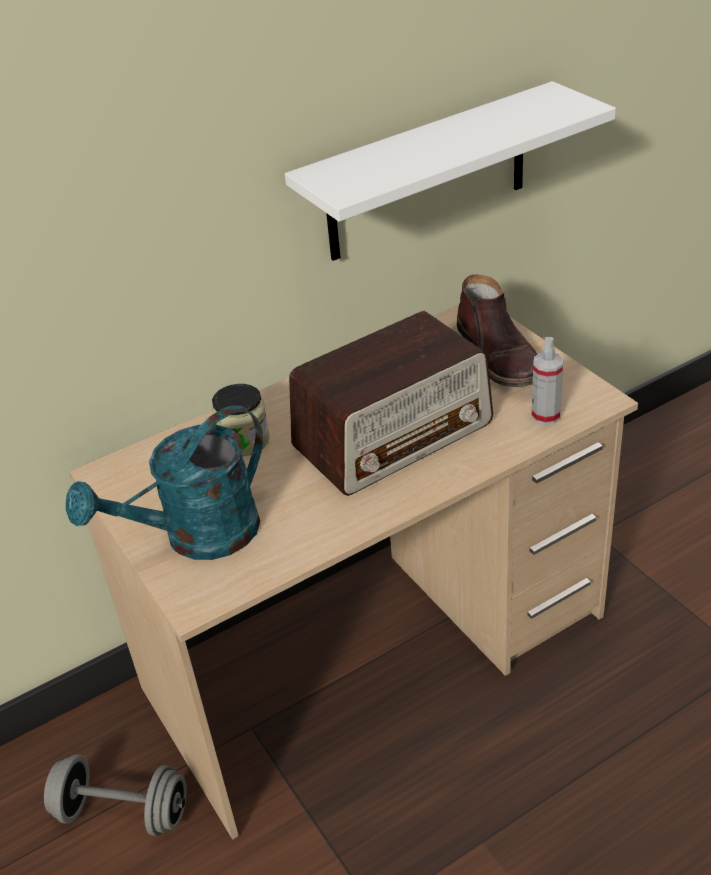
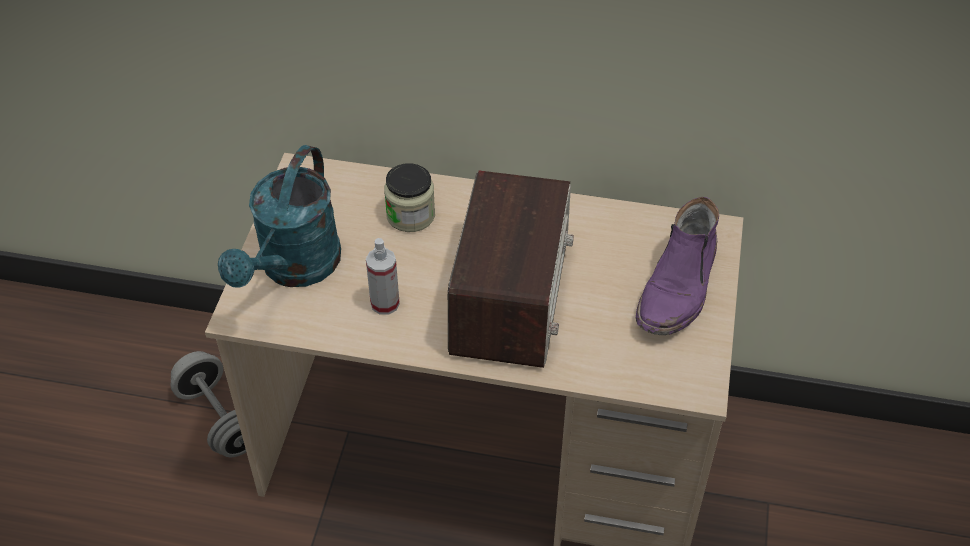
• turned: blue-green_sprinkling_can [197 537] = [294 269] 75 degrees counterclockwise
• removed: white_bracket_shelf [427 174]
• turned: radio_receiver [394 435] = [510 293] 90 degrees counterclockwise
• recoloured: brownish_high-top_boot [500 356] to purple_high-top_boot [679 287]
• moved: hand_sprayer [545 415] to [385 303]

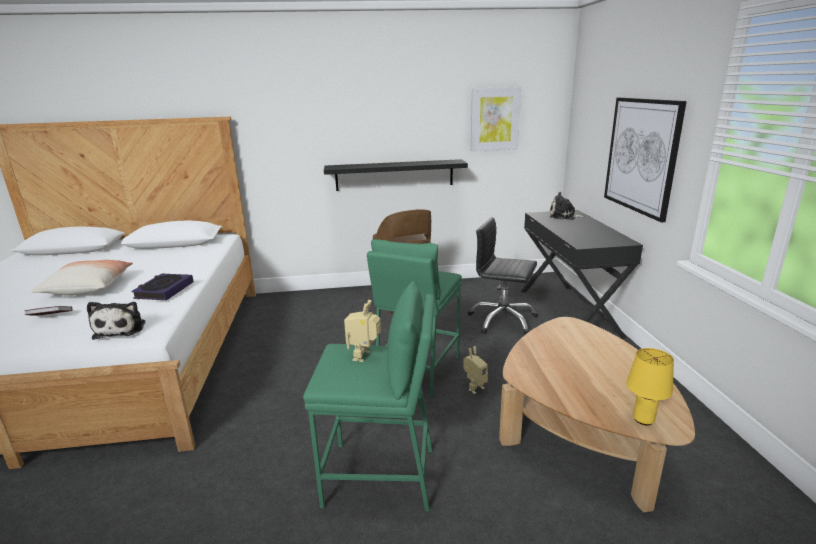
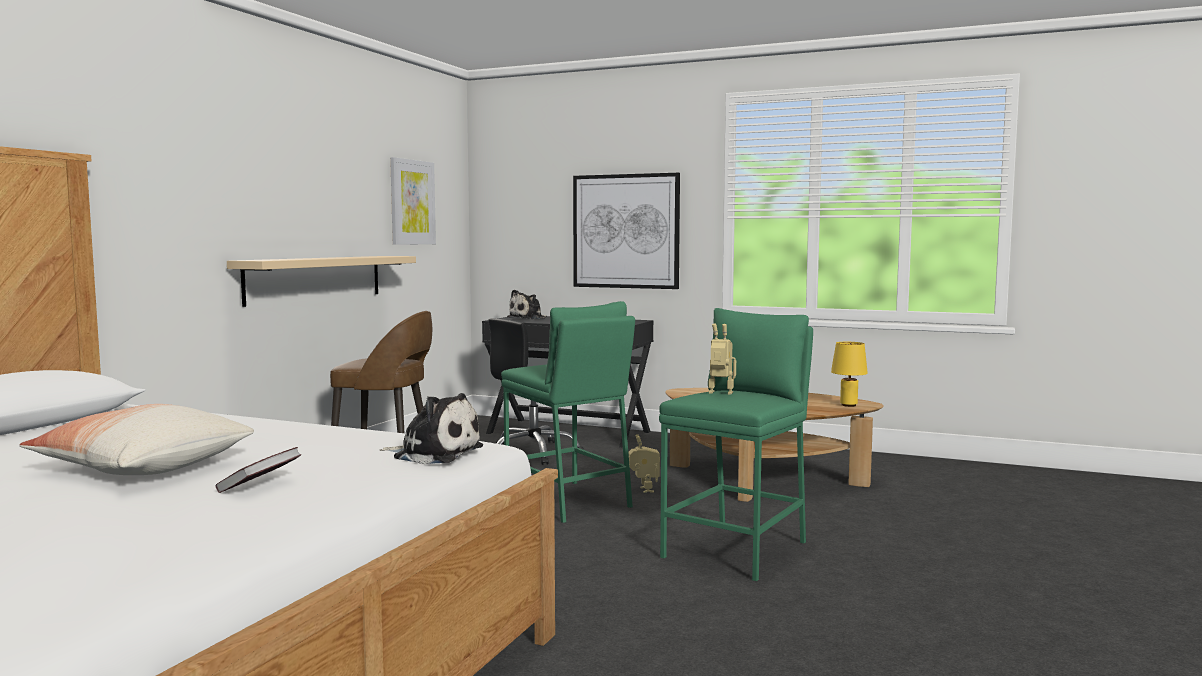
• removed: bound_book [164 290]
• recoloured: blackish_bracket_shelf [394 175] to sand-coloured_bracket_shelf [315 278]
• turned: robot_figure [364 356] = [720 393] 150 degrees clockwise

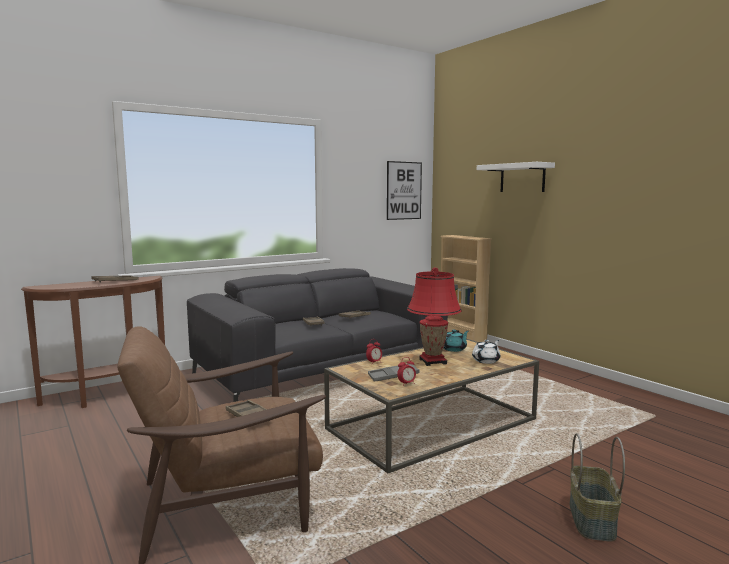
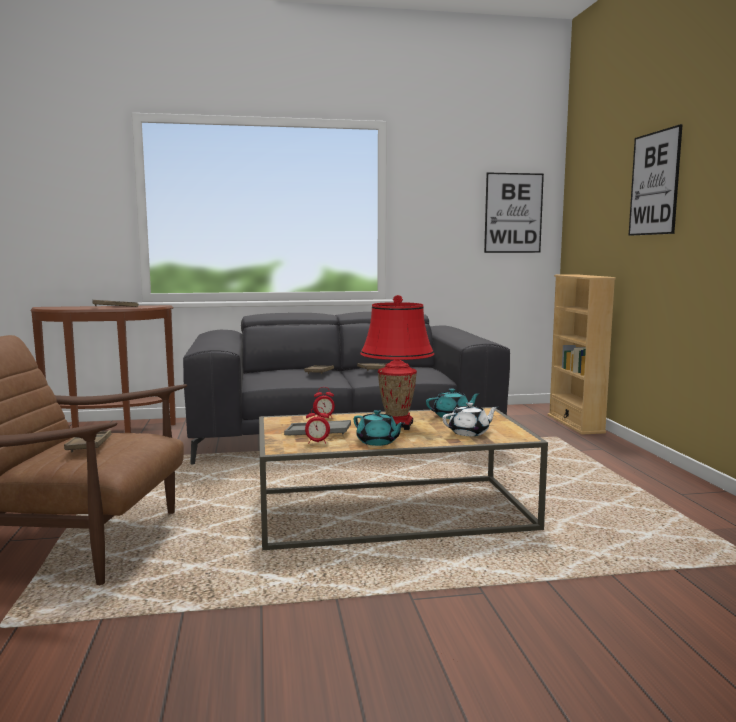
• replaced: white_bracket_shelf [522 178] to wall_picture [654 183]
• removed: household_basket [590 519]
• added: blue-green_teapot [378 442]

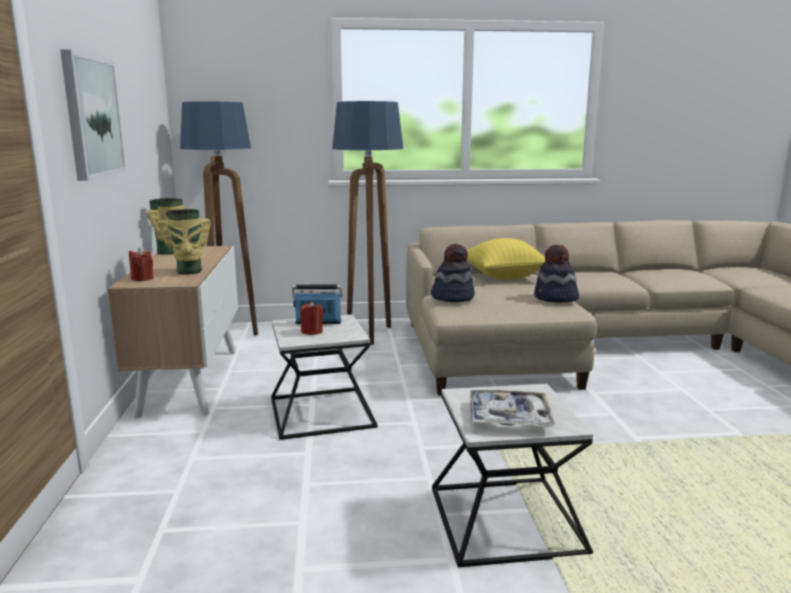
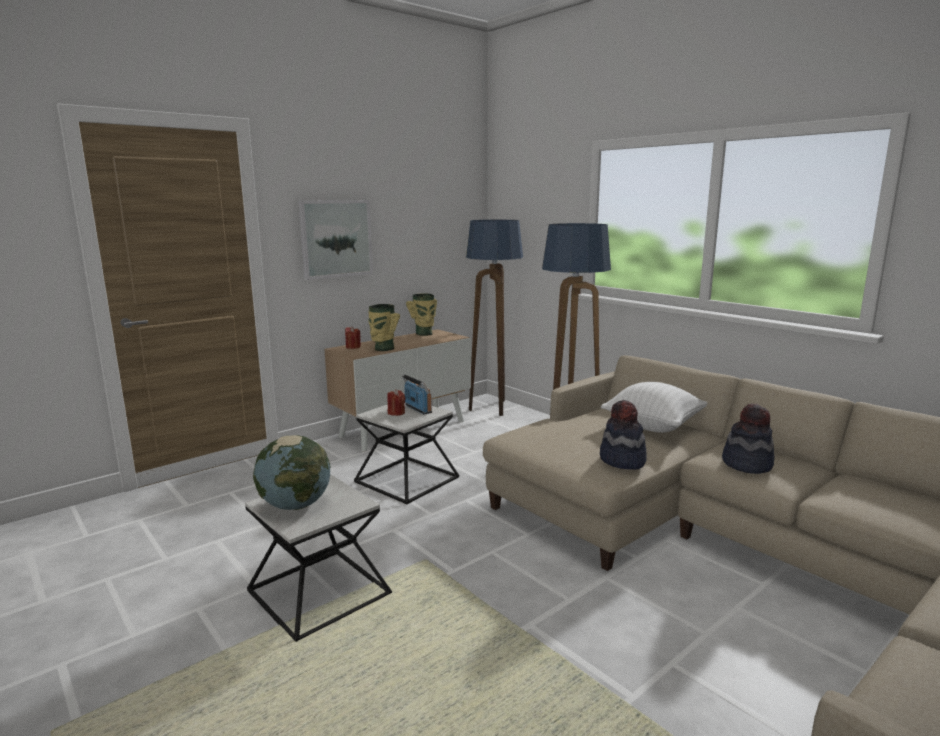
• moved: clothing_hat [453 297] to [747 464]
• recoloured: yellowish_throw_pillow [503 277] to white_throw_pillow [653 426]
• replaced: serving_tray [509 417] to globe [296 505]

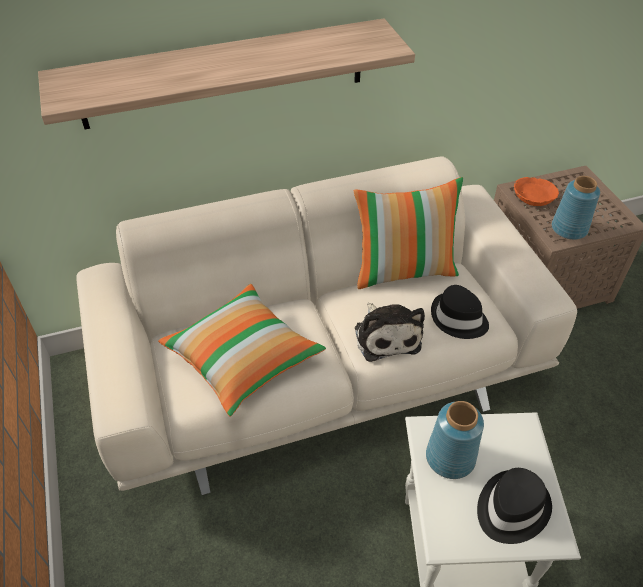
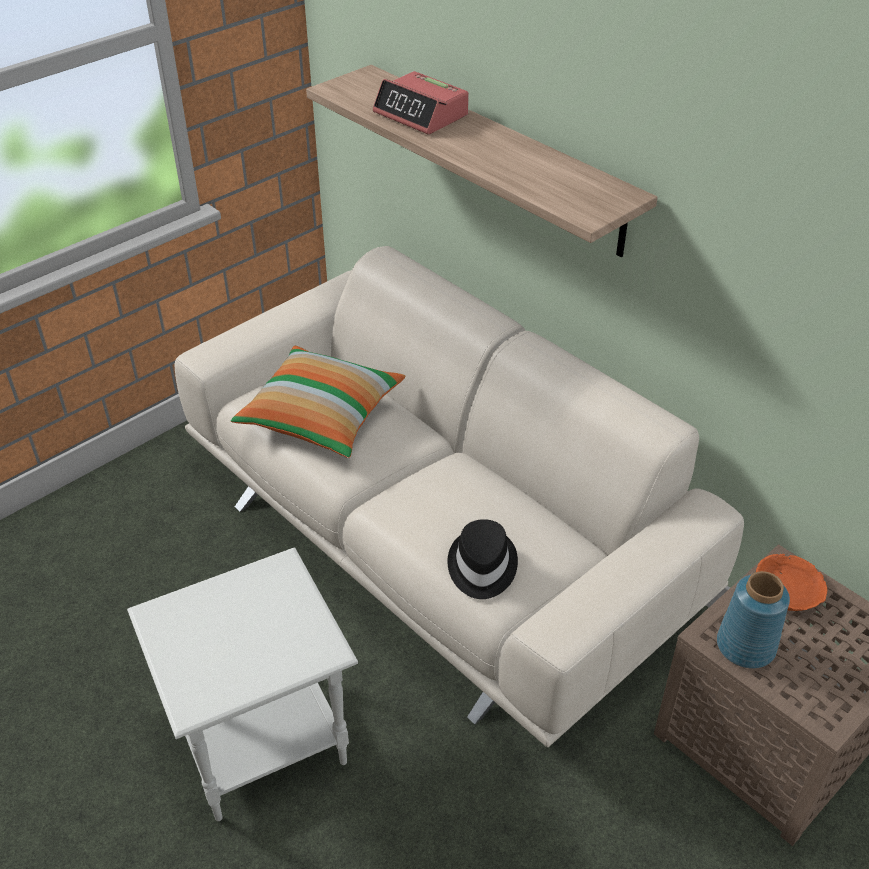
• removed: throw_pillow [404 270]
• removed: plush_toy [386 335]
• removed: blue_decorative_vase [450 458]
• removed: blackish_clothing_hat [511 508]
• added: bedside_clock [421 114]

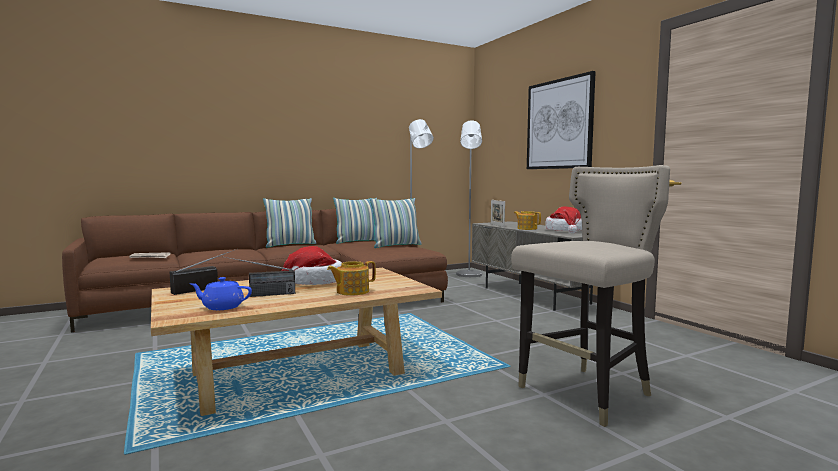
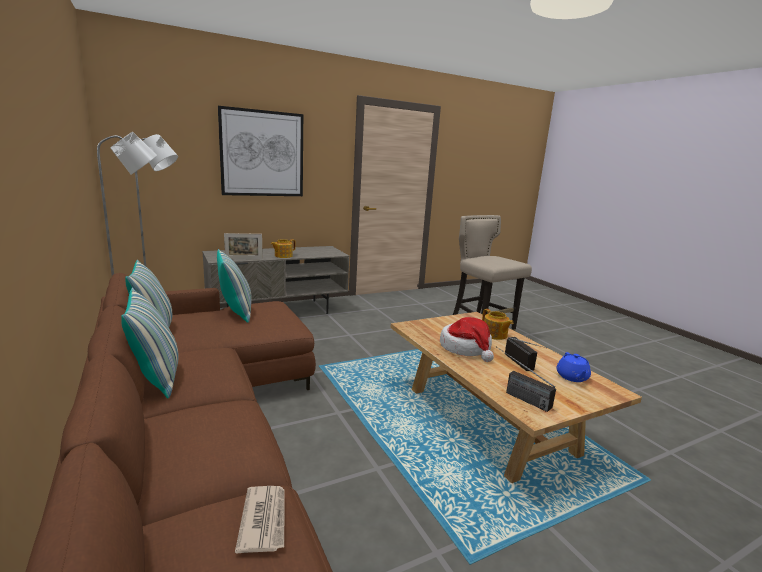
• removed: clothing_hat [565 230]

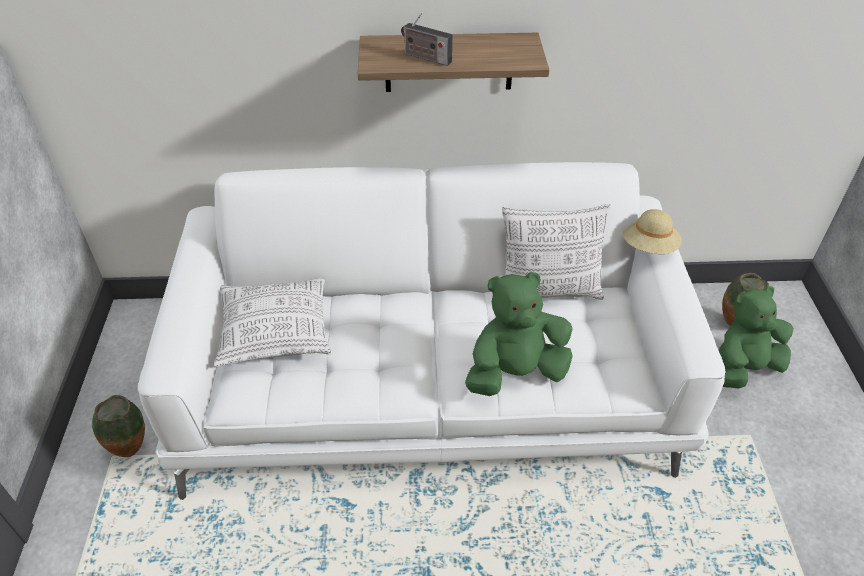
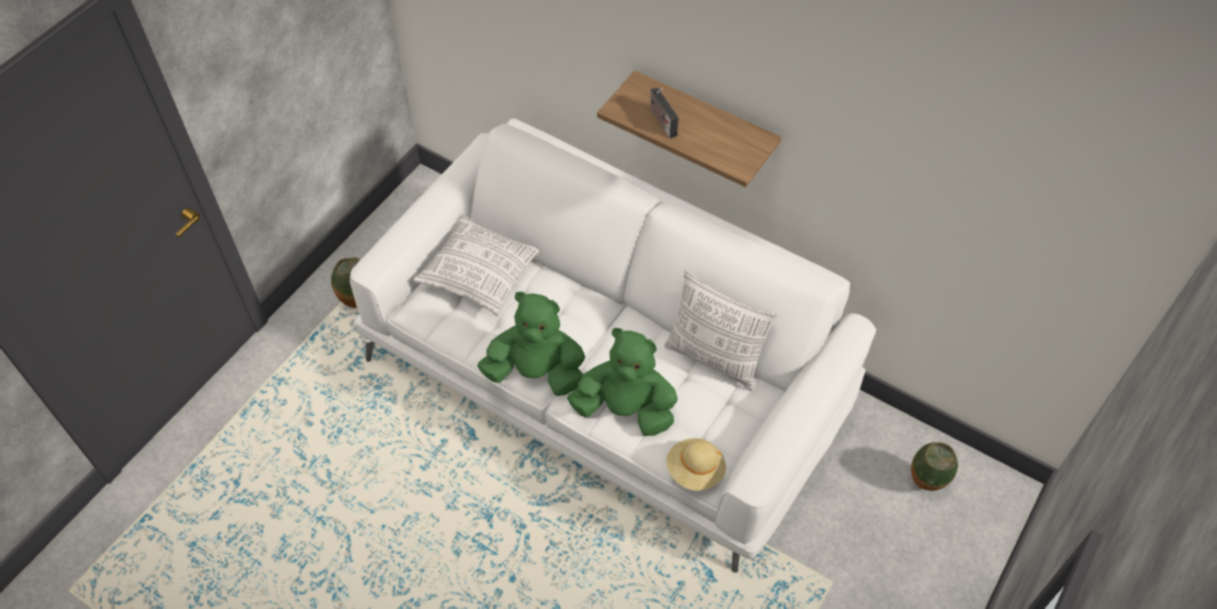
• moved: sand-coloured_clothing_hat [649 247] to [695 471]
• moved: green-coloured_plush_toy [743 367] to [536 372]

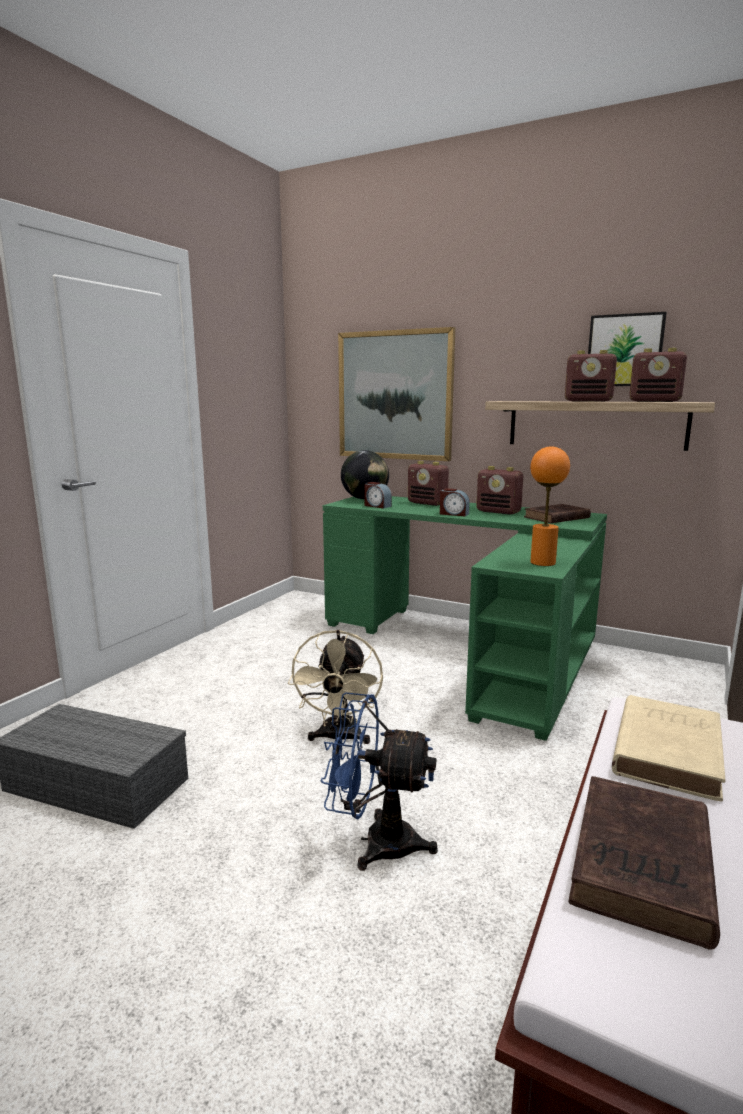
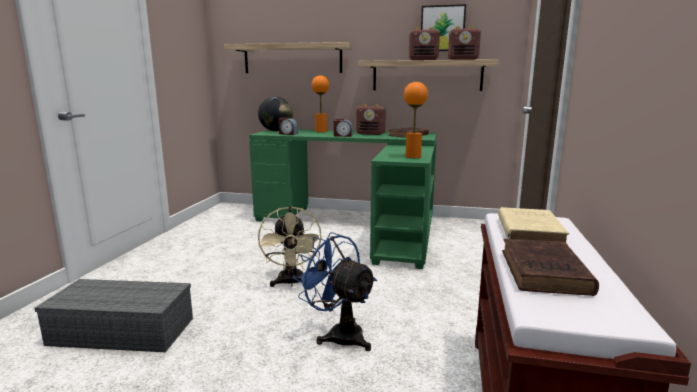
• turned: blue_electric_fan [376 842] = [339 334] 45 degrees clockwise
• replaced: wall_picture [395 395] to bracket_shelf [292 59]
• replaced: radio_receiver [428 503] to orange-coloured_tabletop_lamp [321 131]

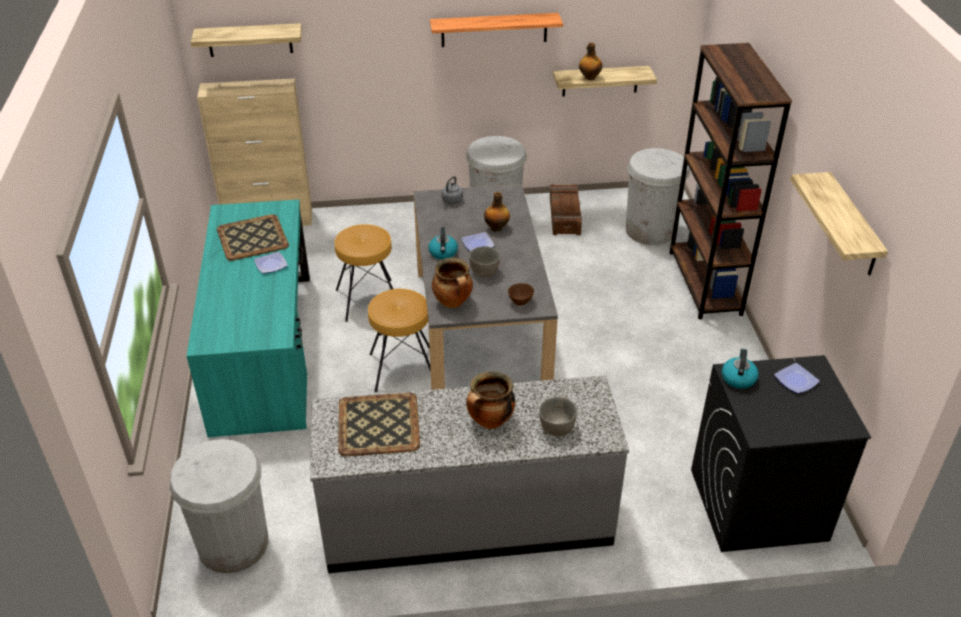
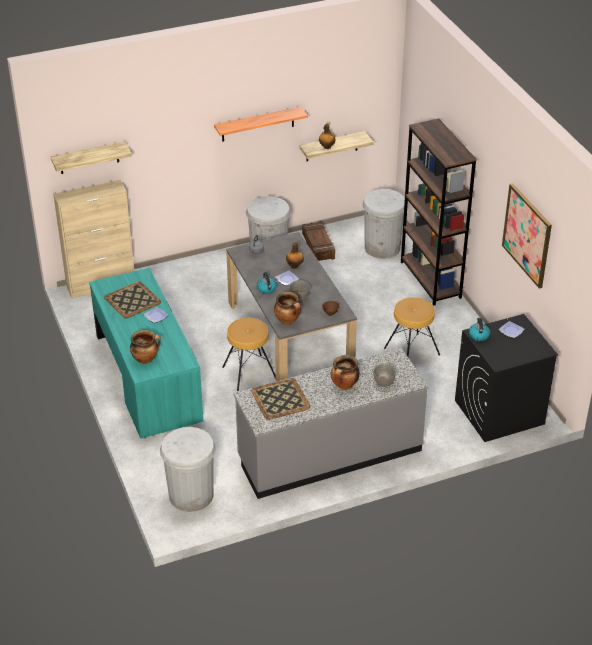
• moved: brownish_sitting_stool [368 299] to [411 351]
• replaced: bracket_shelf [852 226] to wall_picture [527 235]
• added: saucepot [146 359]

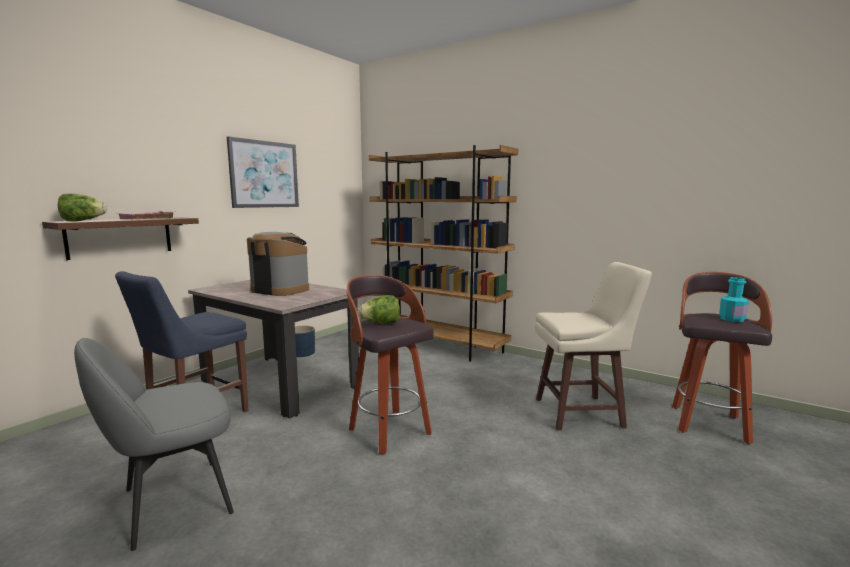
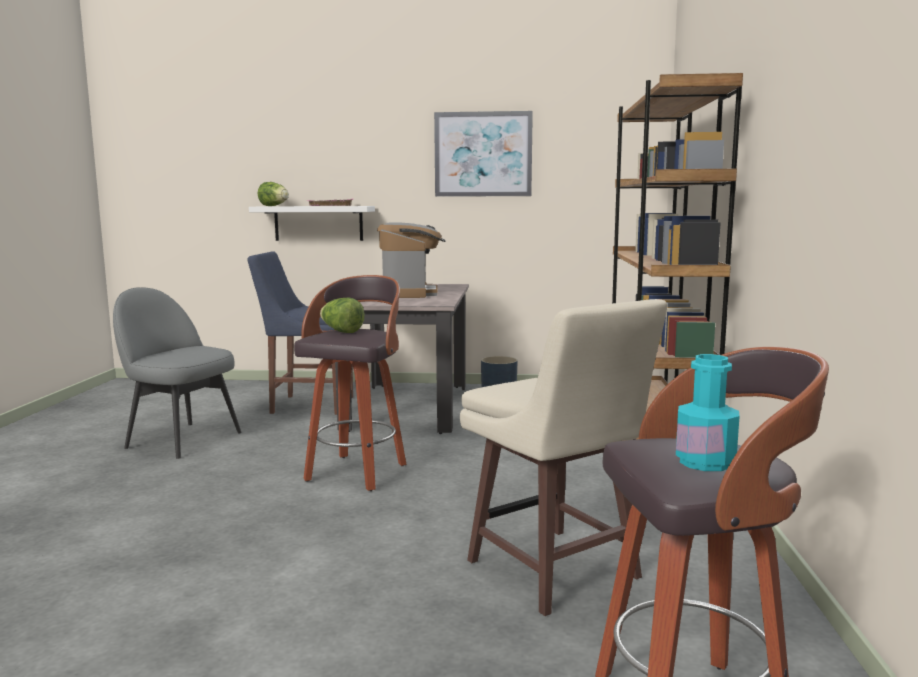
• recoloured: brownish_bracket_shelf [120 237] to white_bracket_shelf [318 223]

